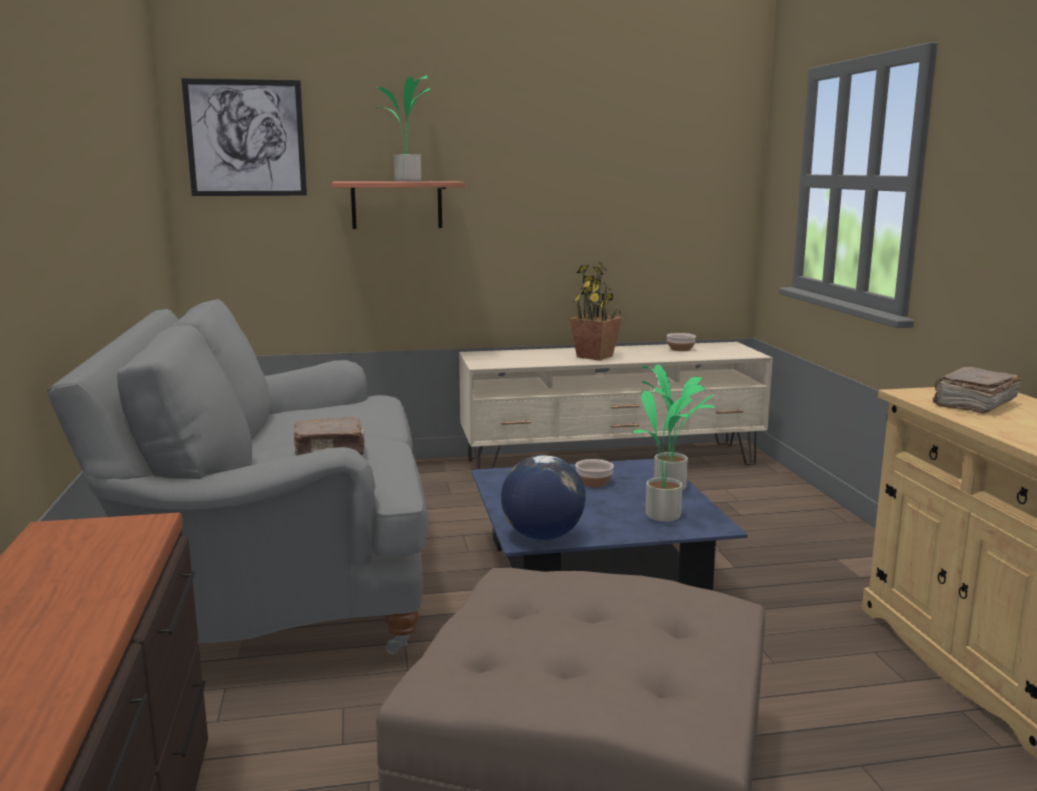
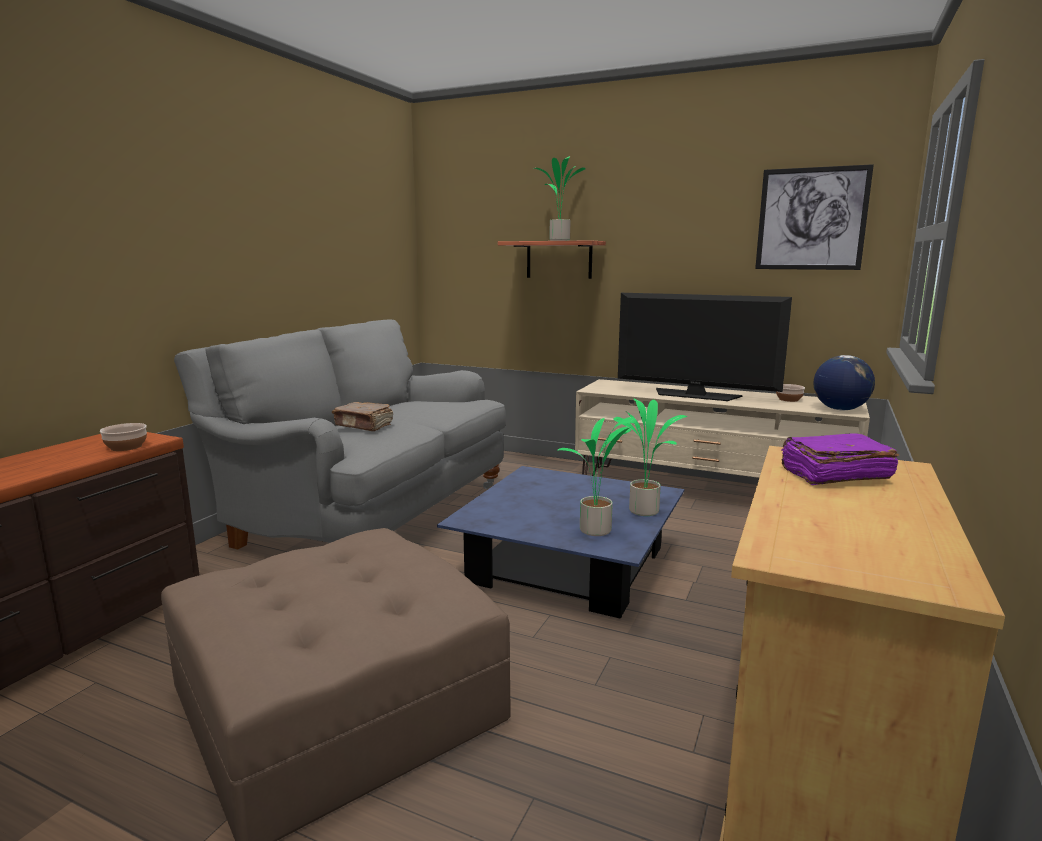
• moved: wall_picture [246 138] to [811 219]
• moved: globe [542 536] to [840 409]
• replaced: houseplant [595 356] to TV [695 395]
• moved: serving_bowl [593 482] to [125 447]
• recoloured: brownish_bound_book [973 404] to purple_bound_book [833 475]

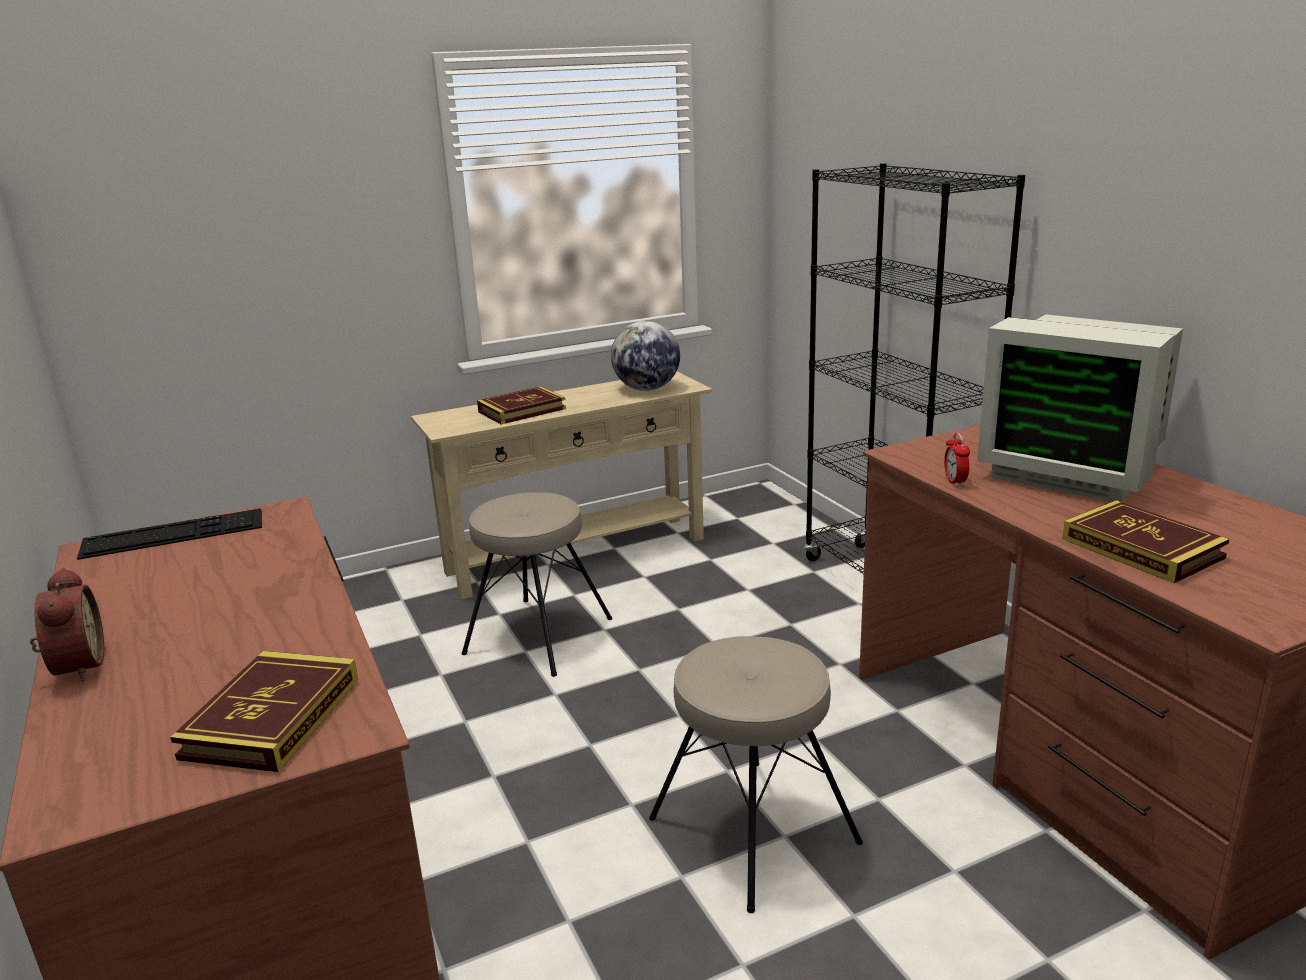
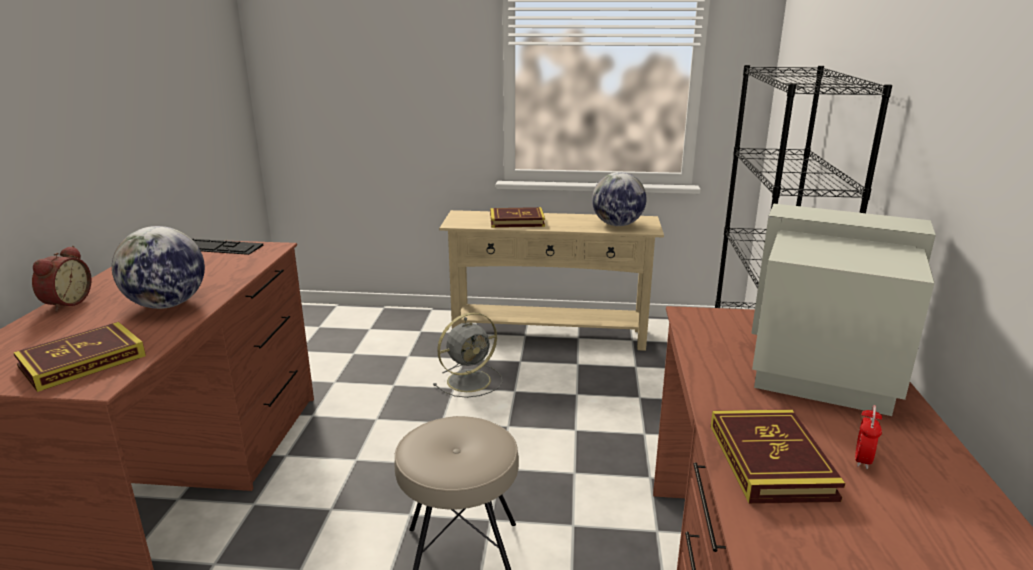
• replaced: sand-coloured_sitting_stool [537 635] to gray_electric_fan [470 380]
• moved: bedside_clock [955 482] to [862 460]
• turned: computer_screen [1074 469] = [823 372] 135 degrees clockwise
• added: globe [167 305]

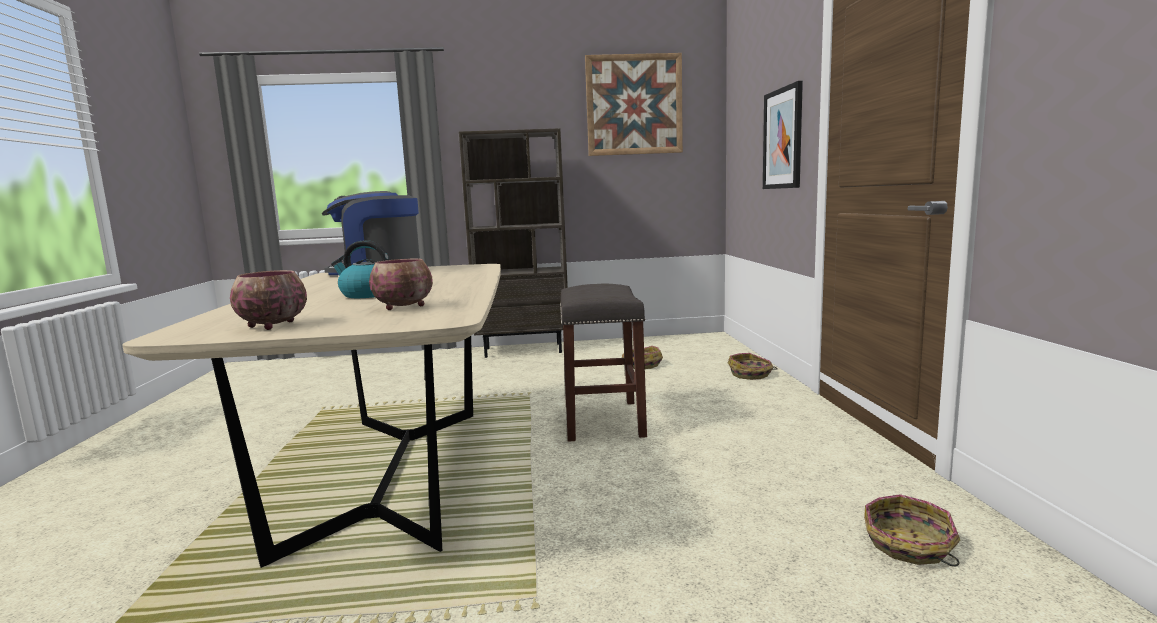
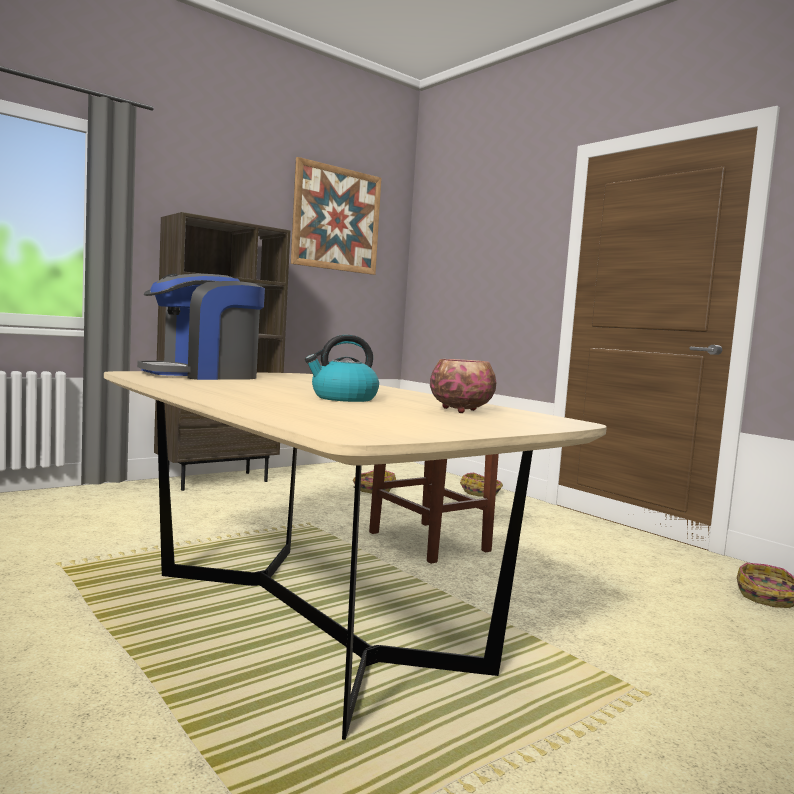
• removed: serving_bowl [271 326]
• removed: wall_picture [783 139]

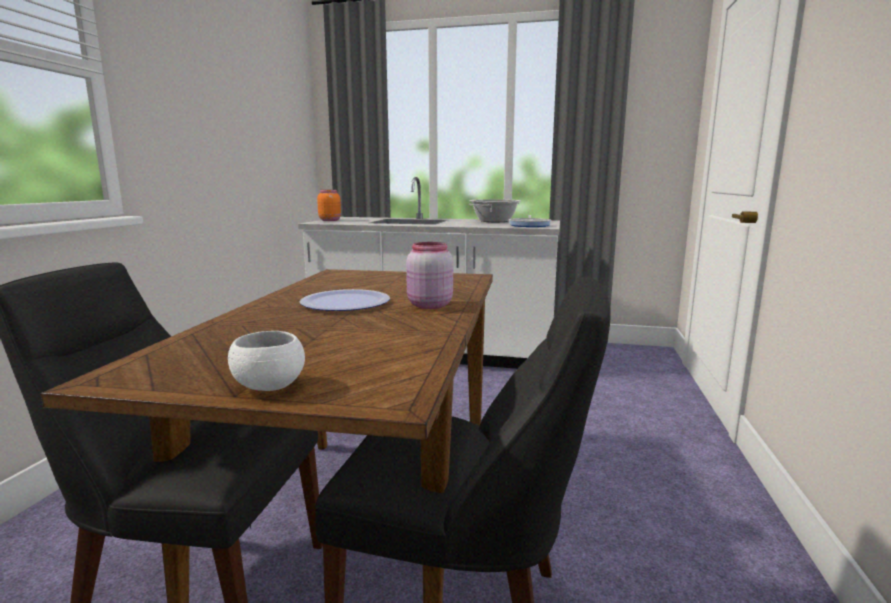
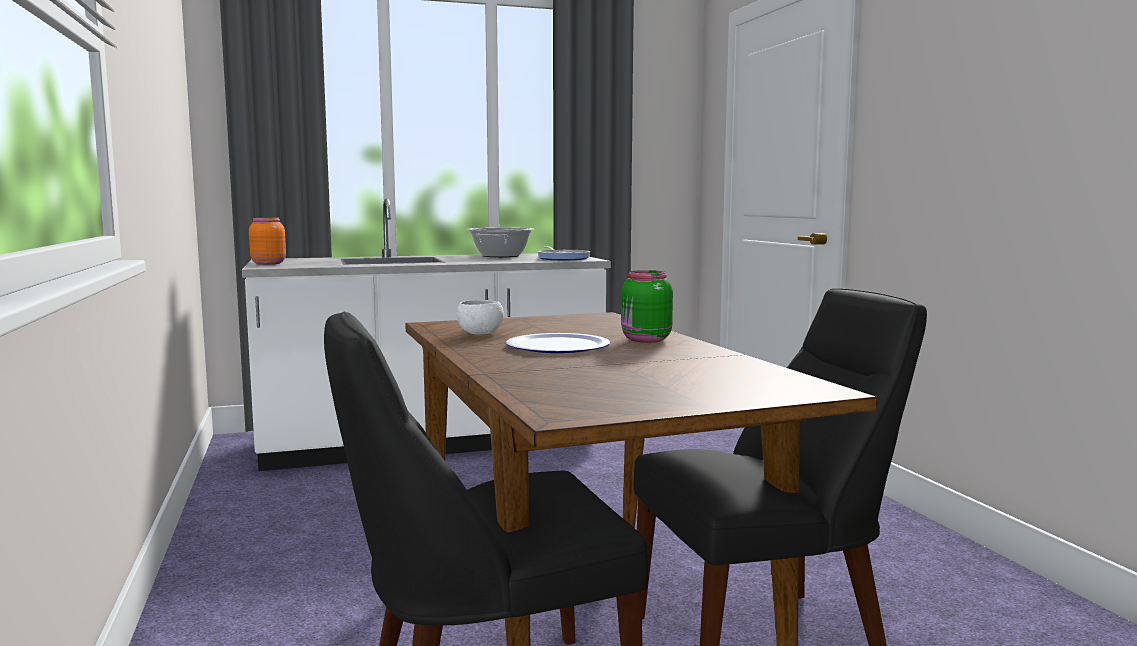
• moved: white_serving_bowl [269 386] to [480 333]
• recoloured: pink-coloured_jar [428 305] to green-coloured_jar [645 340]

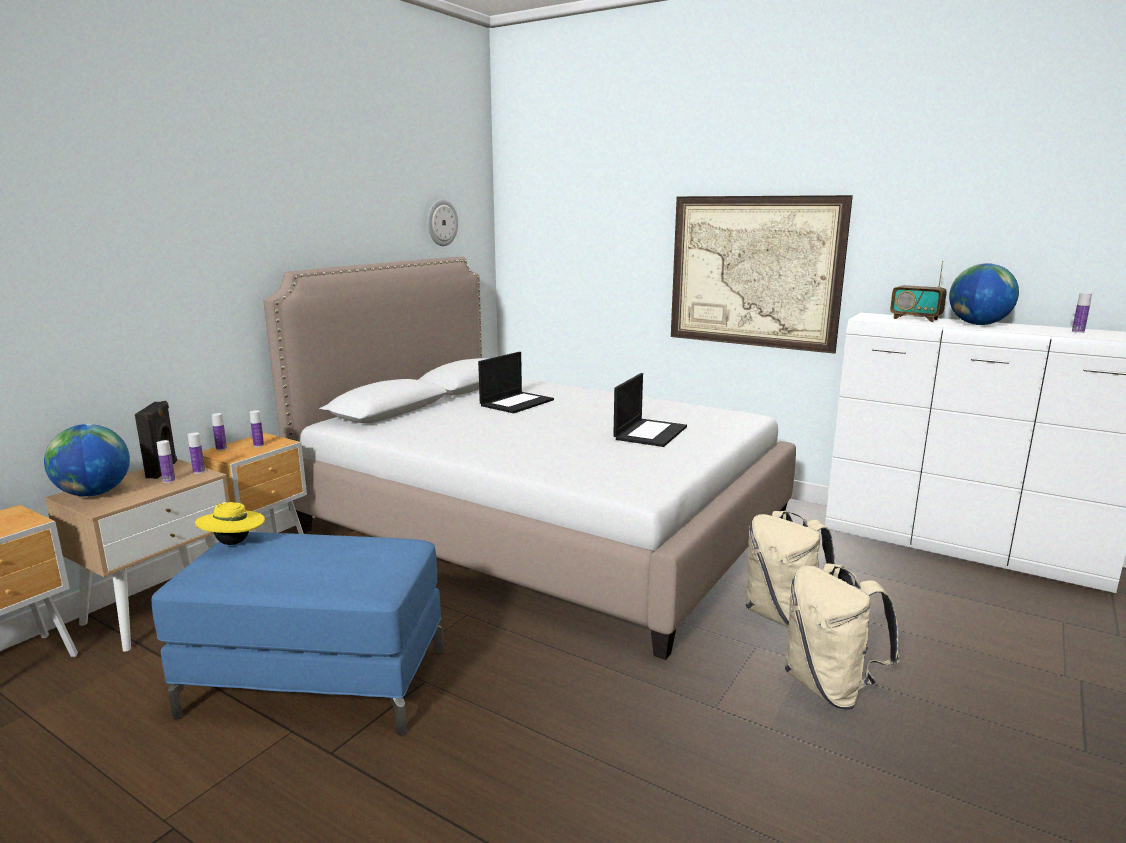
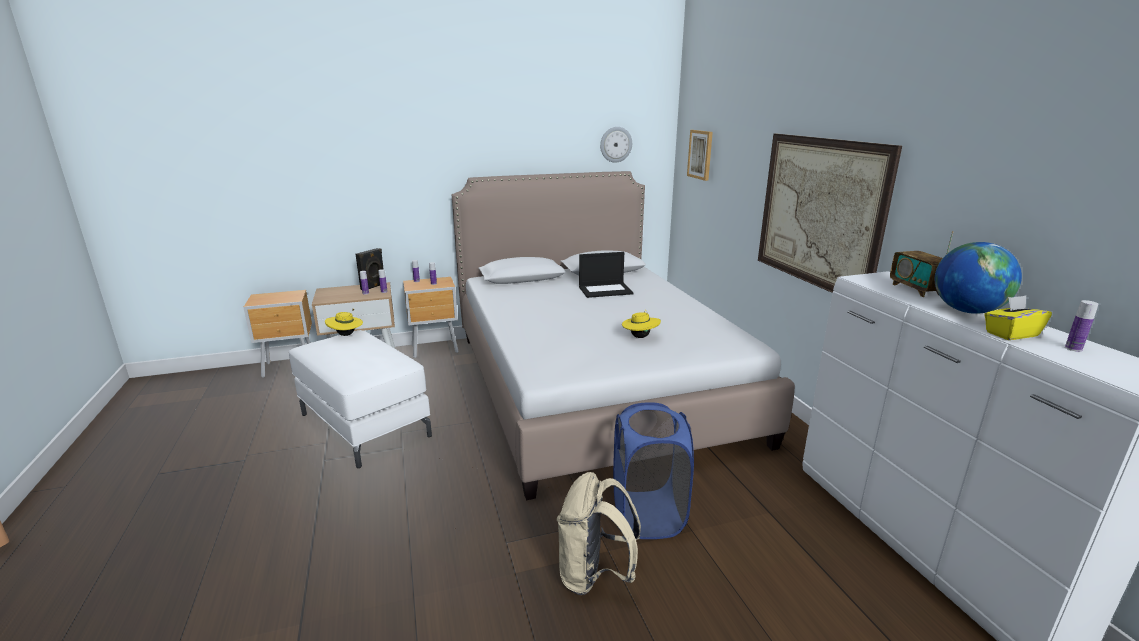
• removed: globe [94 494]
• recoloured: blue_footrest [314 683] to white_footrest [363 424]
• replaced: portable_computer [650 432] to yellowish_clothing_hat [640 337]
• replaced: sand-coloured_rucksack [783 616] to blue_laundry_basket [648 515]
• added: wall_picture [700 154]
• added: yellowish_tissue_box [1011 334]

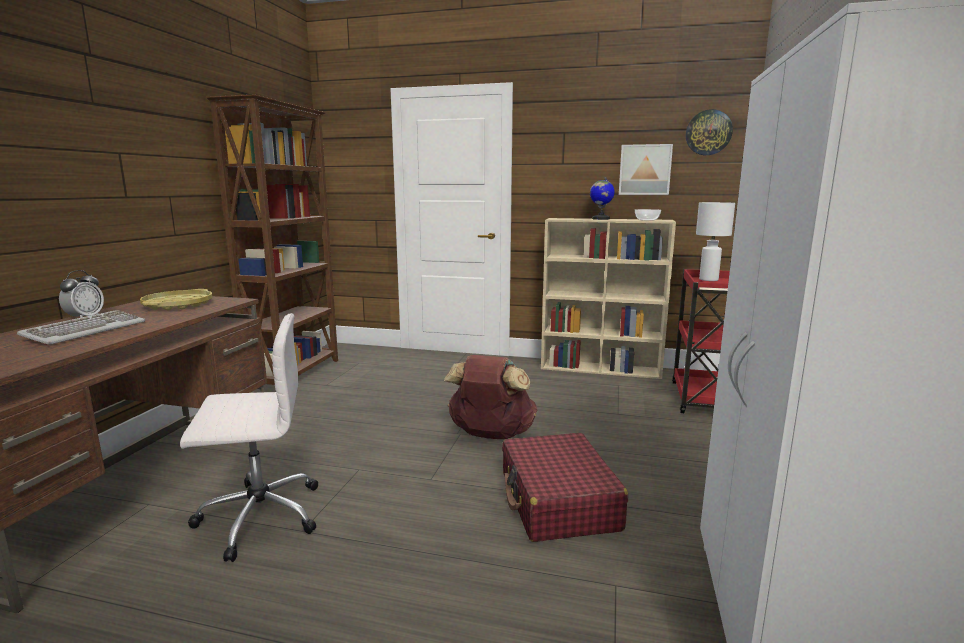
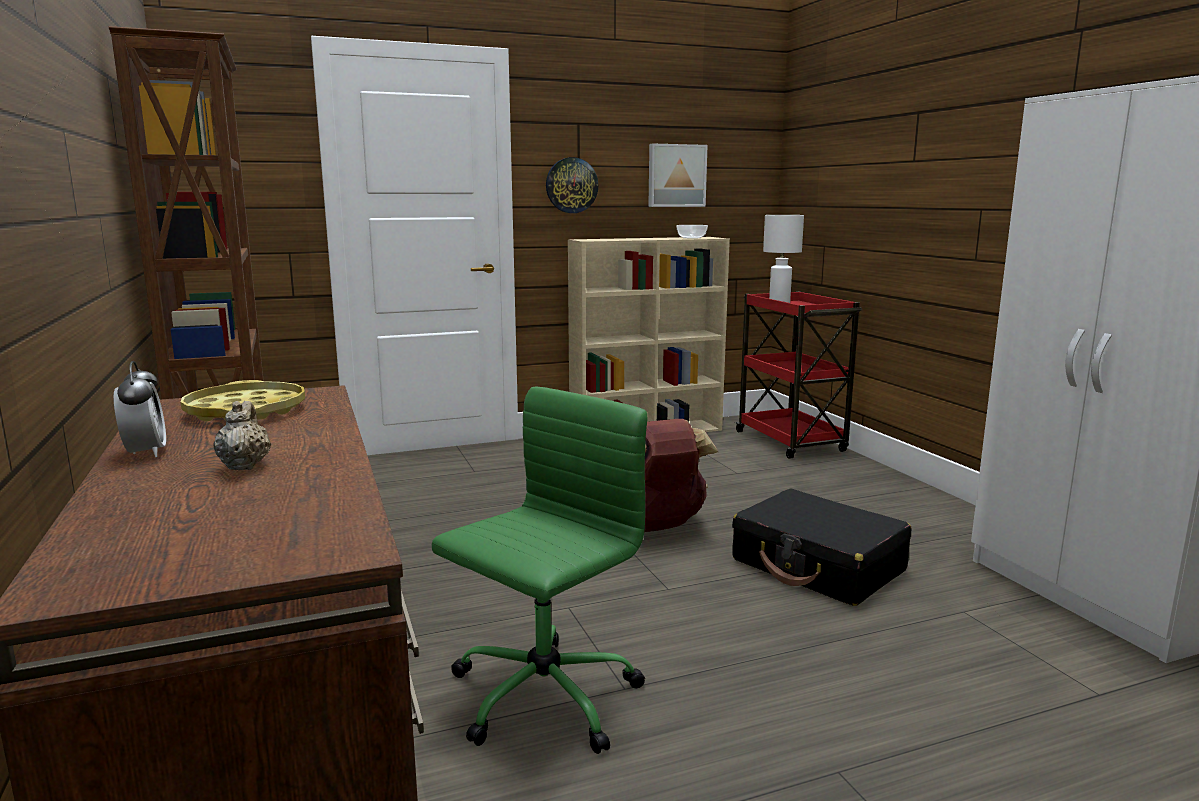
• replaced: PC_keyboard [85 331] to sand-coloured_teapot [245 465]
• recoloured: white_computer_chair [258 516] to green-coloured_computer_chair [541 698]
• recoloured: red_suitcase [558 501] to blackish_suitcase [818 566]
• removed: globe [600 219]
• moved: wall_clock [708 132] to [571 185]

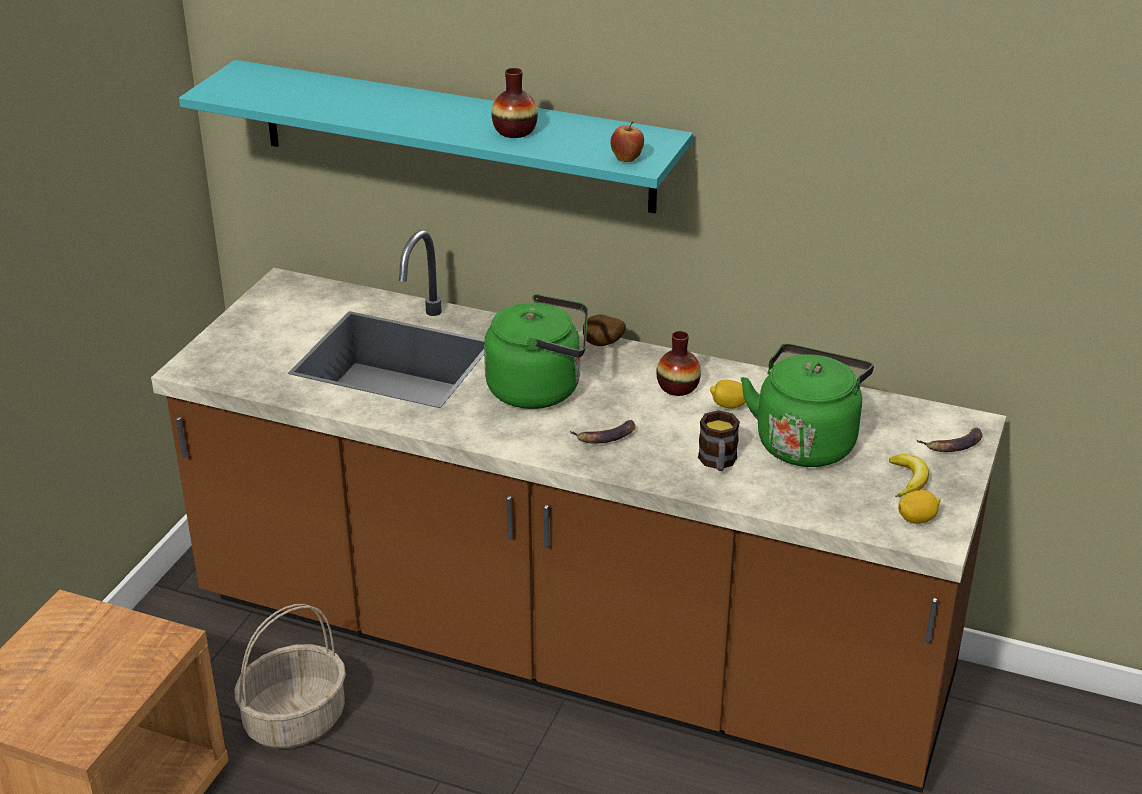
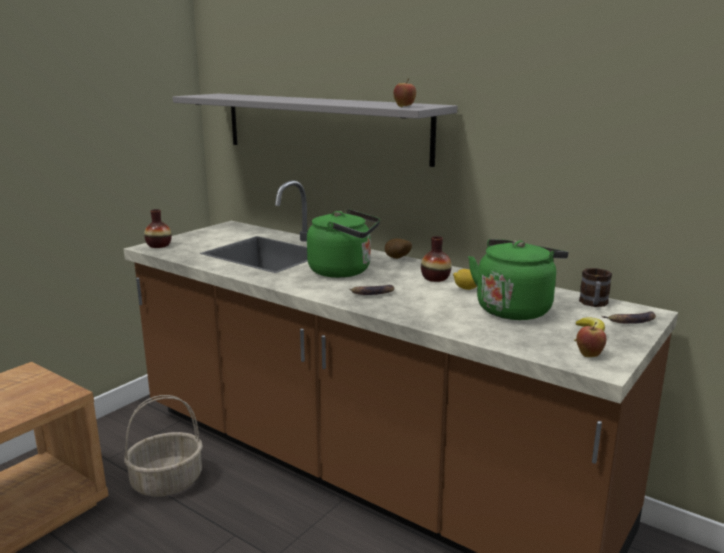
• recoloured: blue-green_bracket_shelf [454 136] to gray_bracket_shelf [323 126]
• moved: decorative_vase [515 131] to [159 245]
• moved: coffee_mug [718 462] to [593 304]
• replaced: citrus_fruit [917 519] to apple_fruit [589 355]

